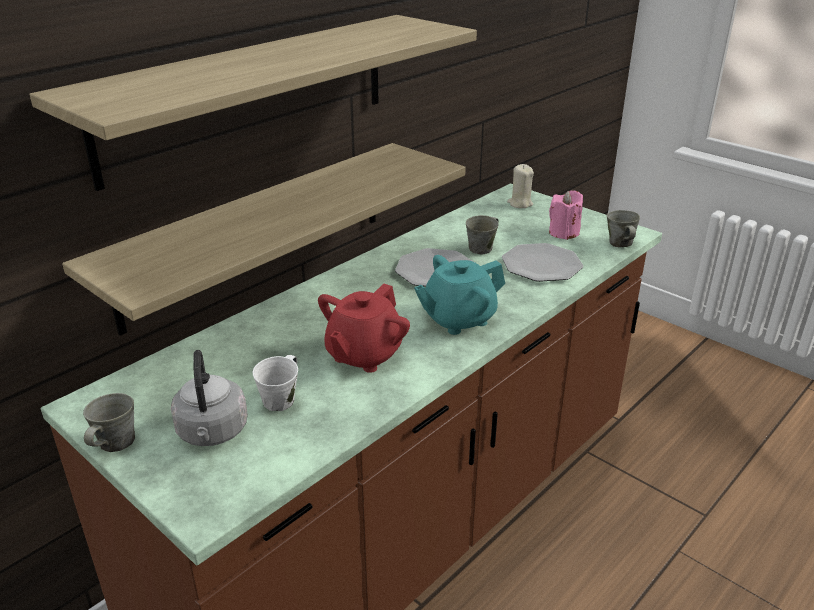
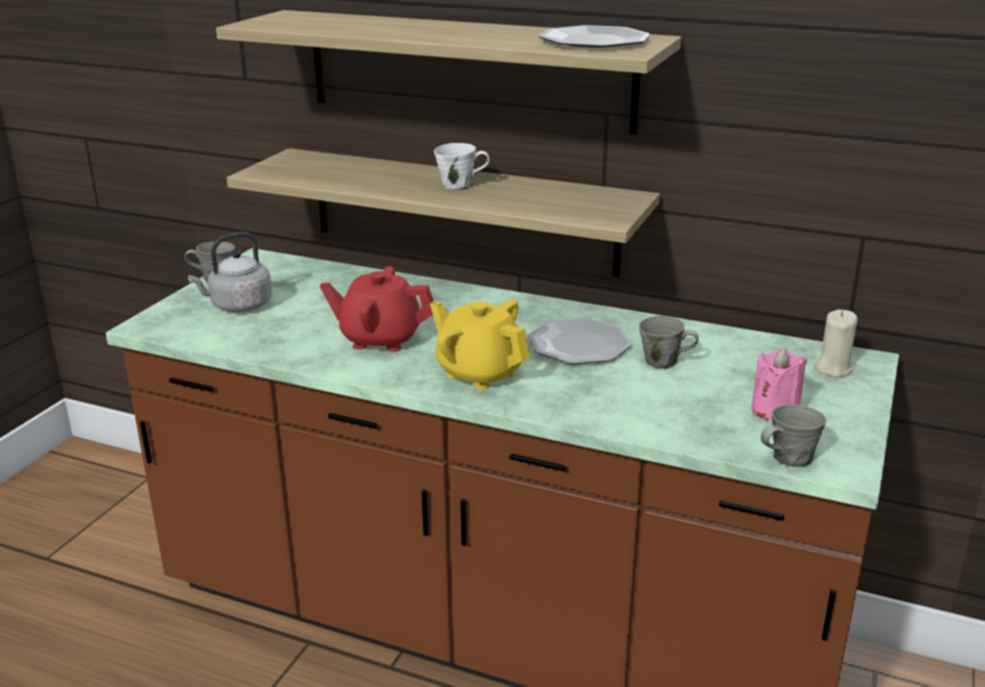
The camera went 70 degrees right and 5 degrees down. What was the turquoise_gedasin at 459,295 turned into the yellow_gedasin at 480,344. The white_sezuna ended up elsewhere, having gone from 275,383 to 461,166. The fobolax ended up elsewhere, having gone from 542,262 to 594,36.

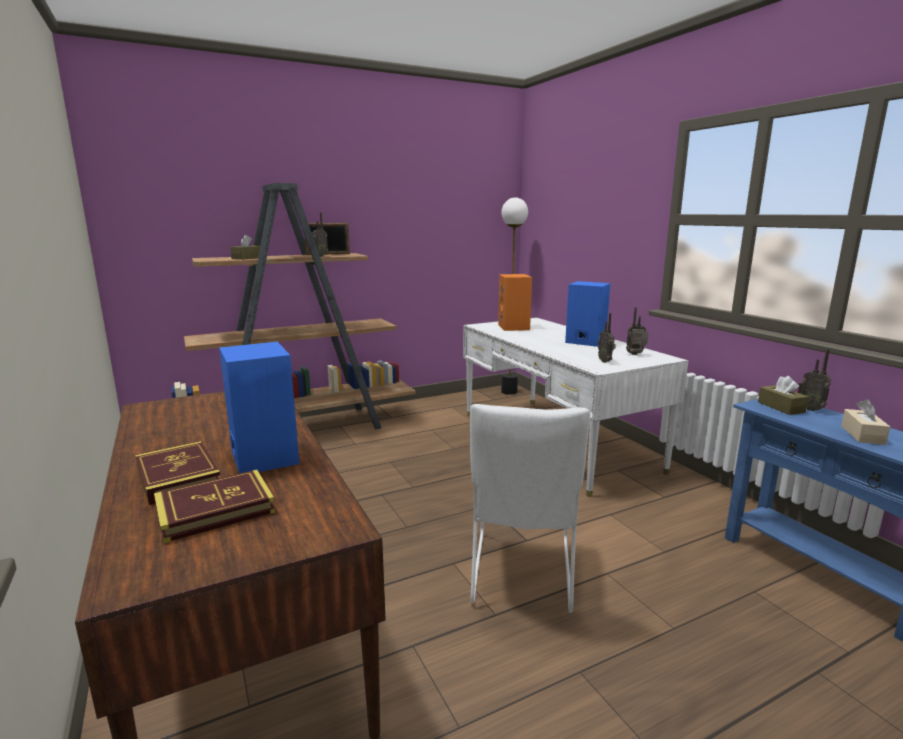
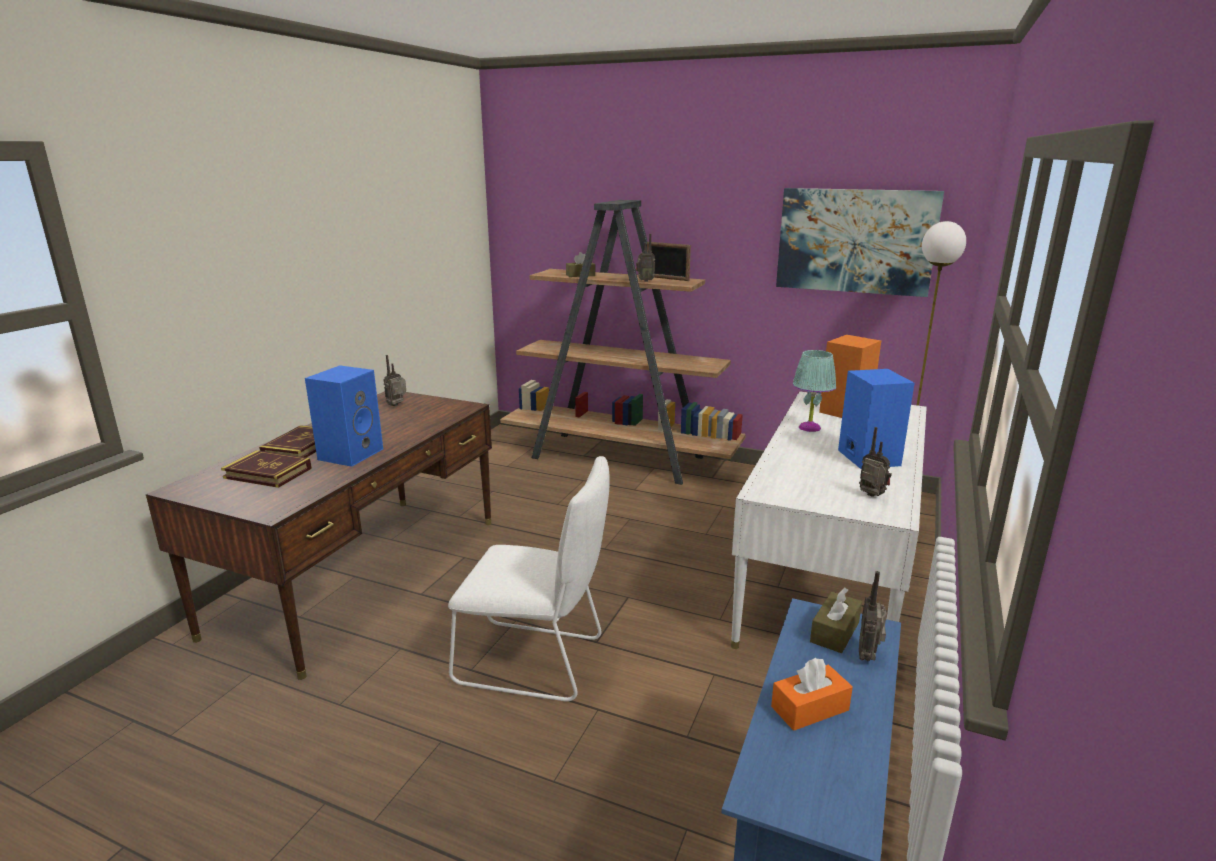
The camera went 50 degrees right and 5 degrees up. The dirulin ended up elsewhere, having gone from 607,338 to 395,380. The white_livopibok at 530,508 ended up facing another way, 135 degrees counterclockwise from before. What was the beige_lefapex at 865,422 turned into the orange_lefapex at 812,694. The second view gained the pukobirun at 860,242. The second view gained the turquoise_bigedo at 814,391.

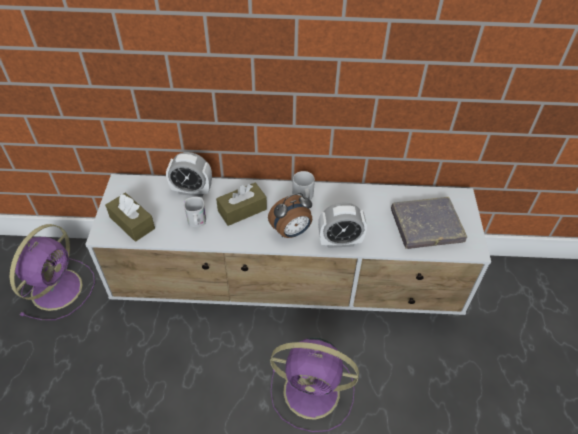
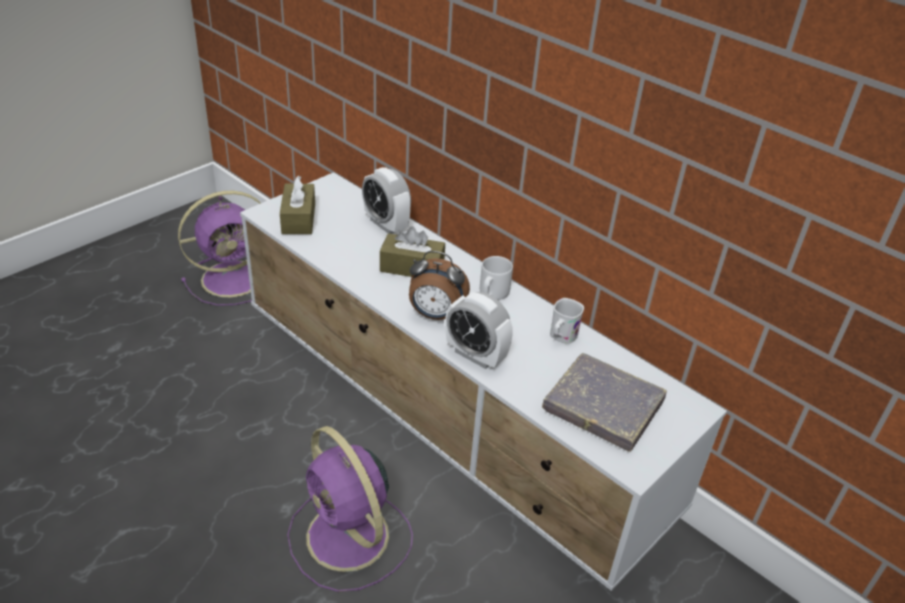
The camera went 40 degrees right and 10 degrees down. The white_sezuna ended up elsewhere, having gone from 195,212 to 567,321.

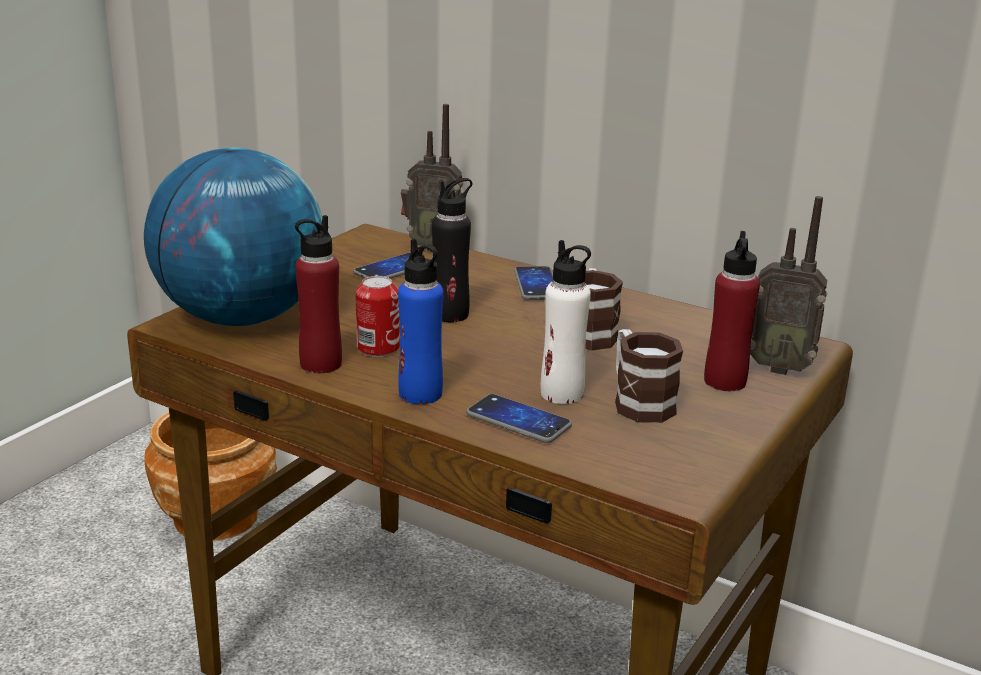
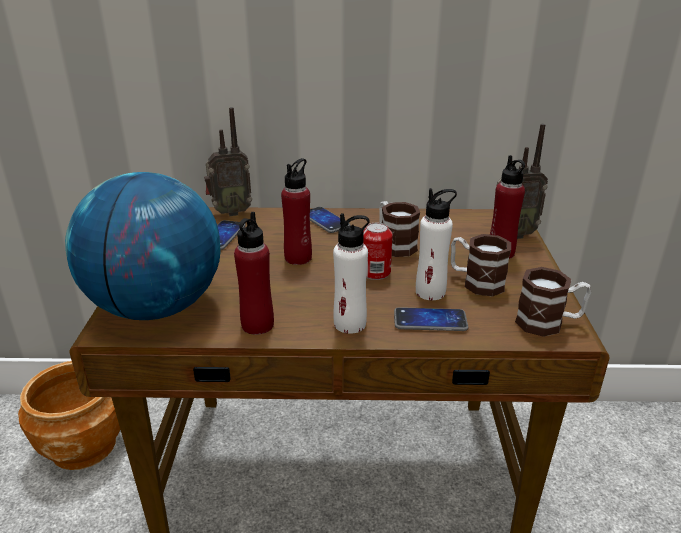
The camera went 30 degrees left and 5 degrees up. What was the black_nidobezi at 452,250 turned into the red_nidobezi at 296,211. What was the blue_nidobezi at 421,321 turned into the white_nidobezi at 351,273. The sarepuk ended up elsewhere, having gone from 377,316 to 378,251. The second view gained the sezuna at 553,302.

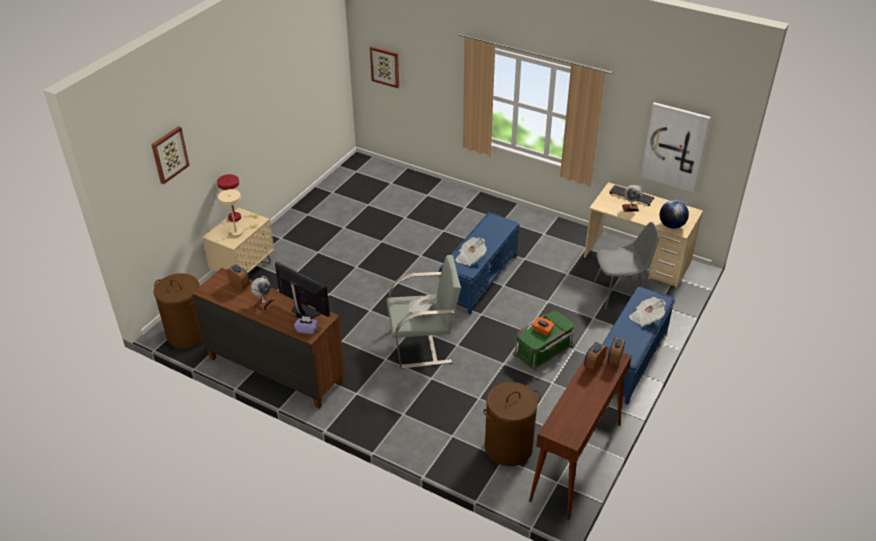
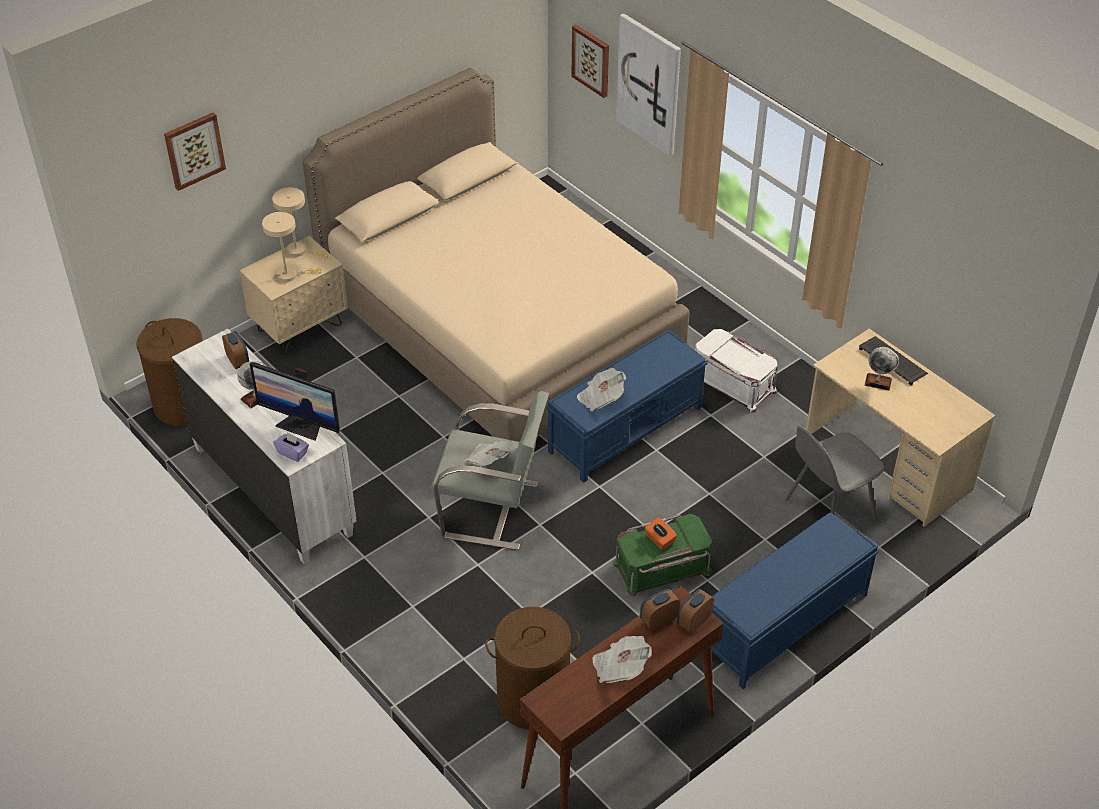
The camera went 20 degrees right and 5 degrees up. What was the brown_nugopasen at 268,338 turned into the white_nugopasen at 264,447. The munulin at 302,290 ended up facing another way, 150 degrees clockwise from before. What was the red_bigedo at 237,198 turned into the beige_bigedo at 300,223. The second view gained the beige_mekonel at 496,255. The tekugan ended up elsewhere, having gone from 647,312 to 622,659. The pukobirun ended up elsewhere, having gone from 676,147 to 648,85. The second view gained the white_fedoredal at 736,371. The grey_livopibok at 626,266 ended up facing another way, 135 degrees clockwise from before. The second view lost the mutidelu at 674,214.

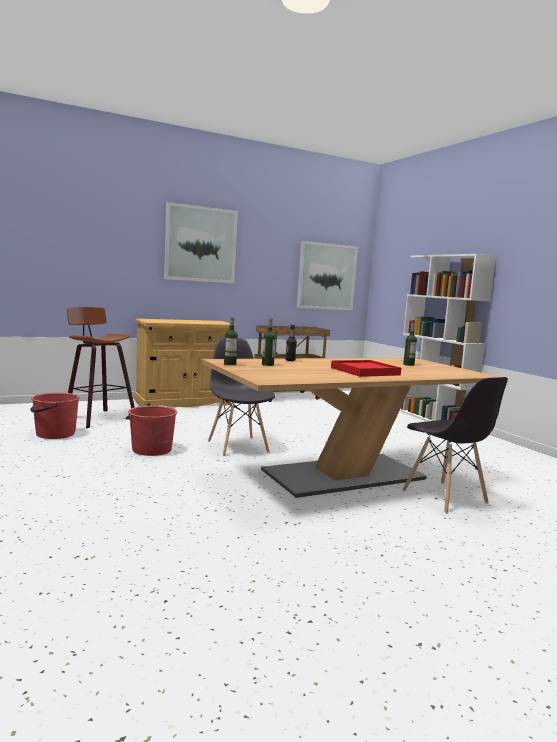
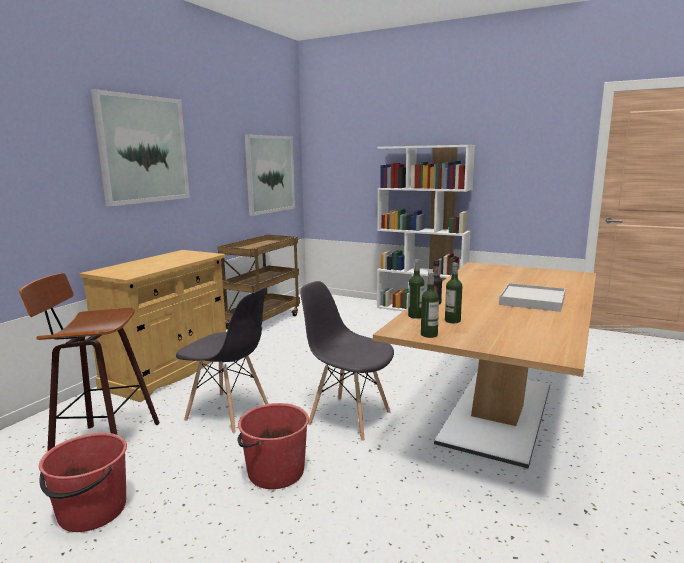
The camera went 35 degrees left and 5 degrees up. The grey_livopibok ended up elsewhere, having gone from 455,445 to 222,360. The nidobezi ended up elsewhere, having gone from 410,345 to 416,289. What was the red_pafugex at 366,368 turned into the white_pafugex at 532,297.

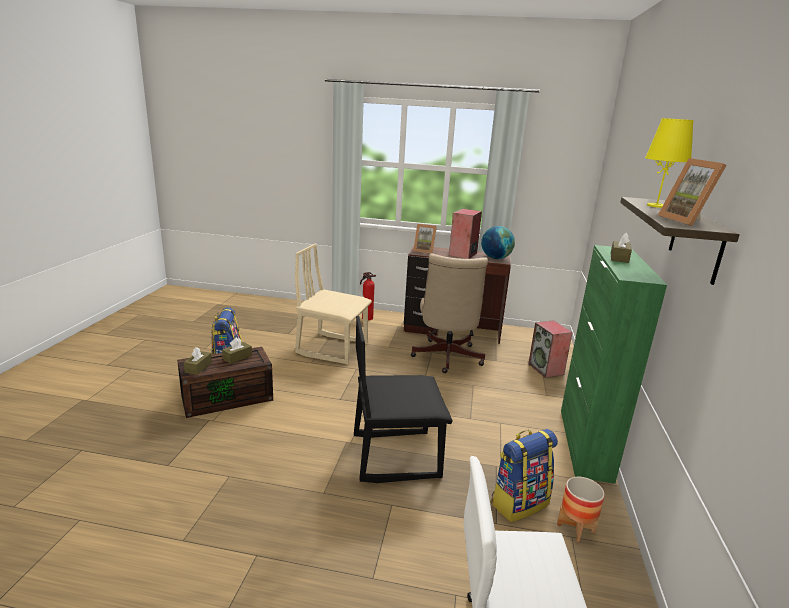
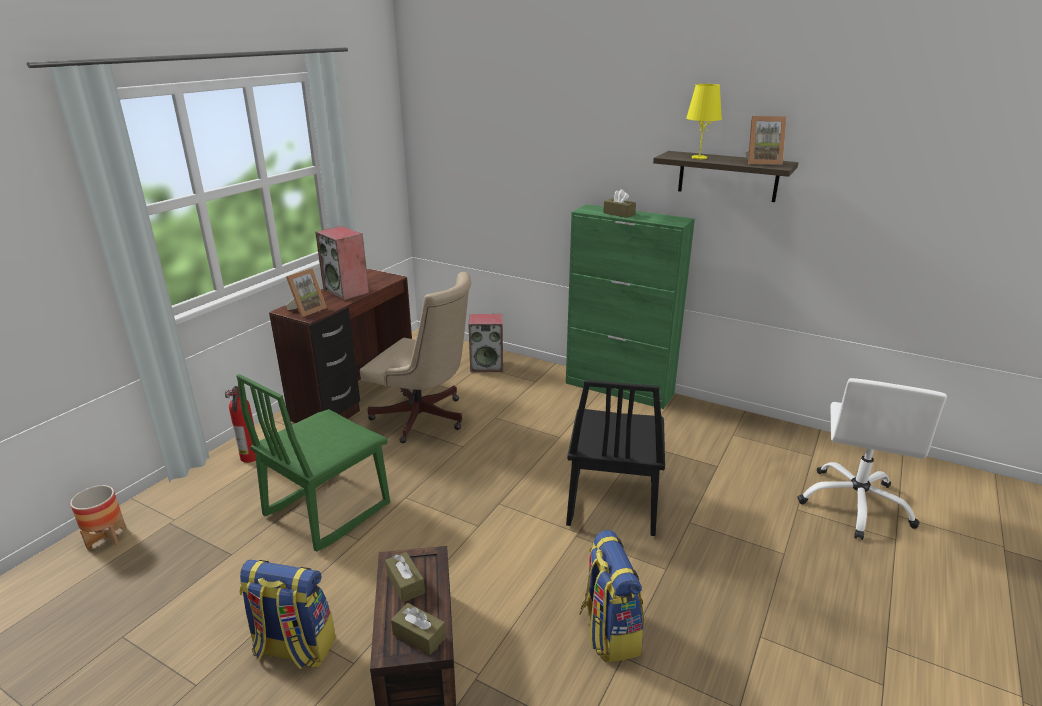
The camera went 70 degrees left and 5 degrees up. The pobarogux ended up elsewhere, having gone from 581,509 to 98,517. What was the beige_livopibok at 333,304 turned into the green_livopibok at 313,463. The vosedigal ended up elsewhere, having gone from 524,475 to 611,596. The second view lost the mutidelu at 498,242.

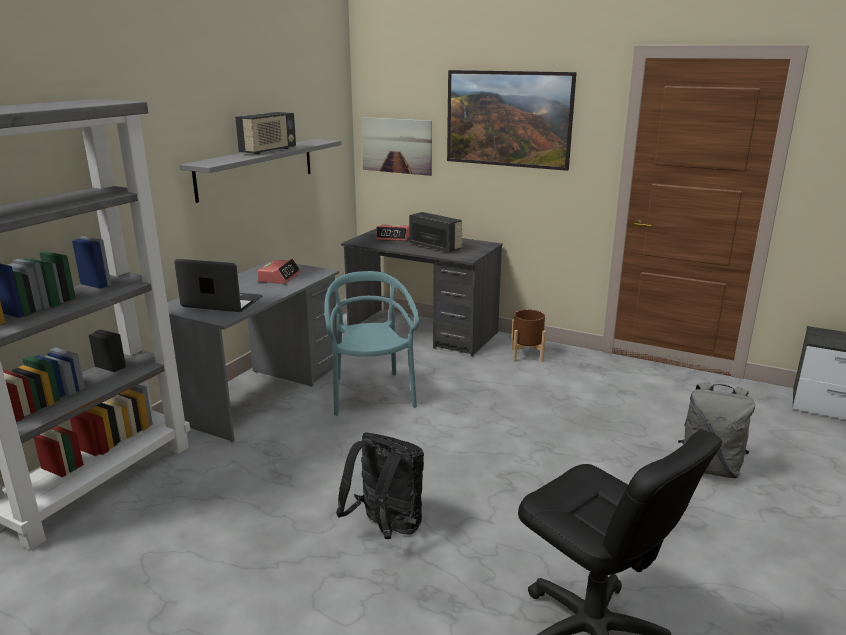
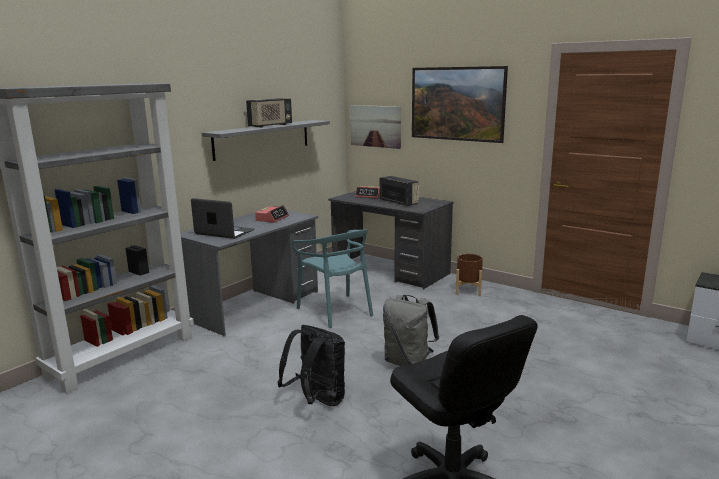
The camera went 10 degrees right and 5 degrees down. The turquoise_livopibok at 371,343 ended up facing another way, 150 degrees clockwise from before. The grey_vosedigal ended up elsewhere, having gone from 716,430 to 411,330.

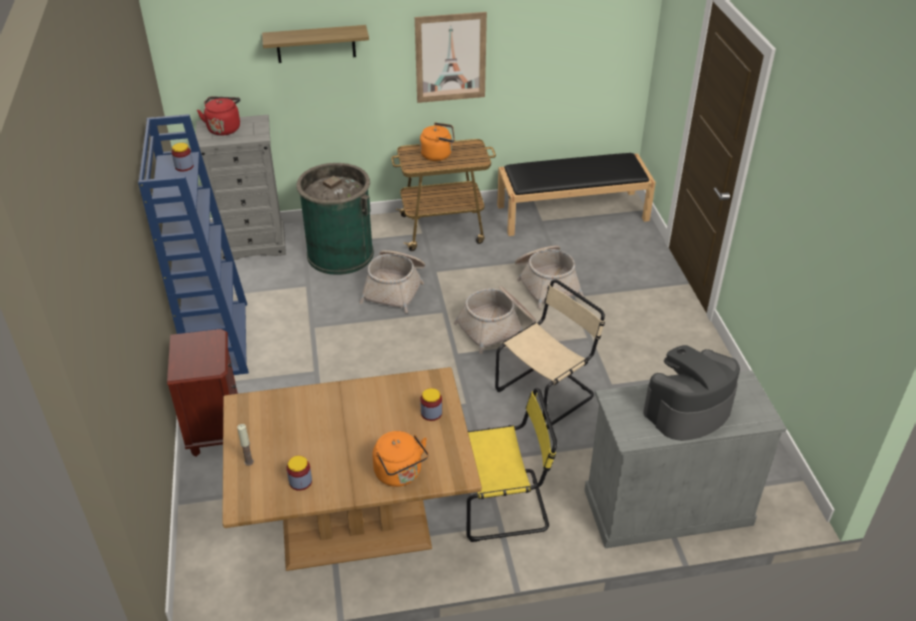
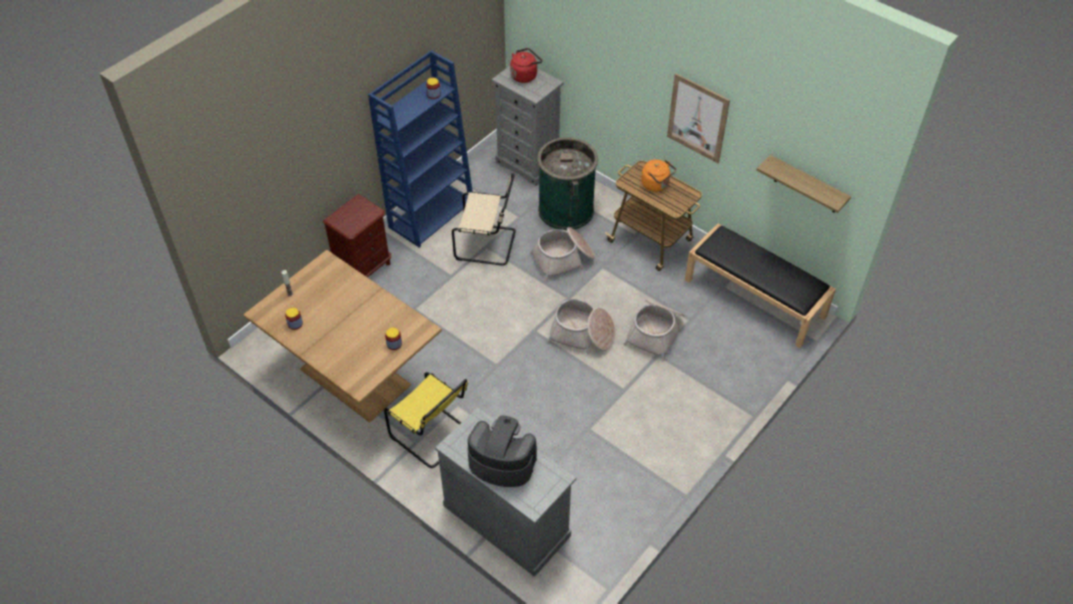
The camera went 50 degrees right and 10 degrees up. The beige_livopibok ended up elsewhere, having gone from 550,354 to 484,219. The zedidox ended up elsewhere, having gone from 315,44 to 803,184. The second view lost the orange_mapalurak at 400,459.

